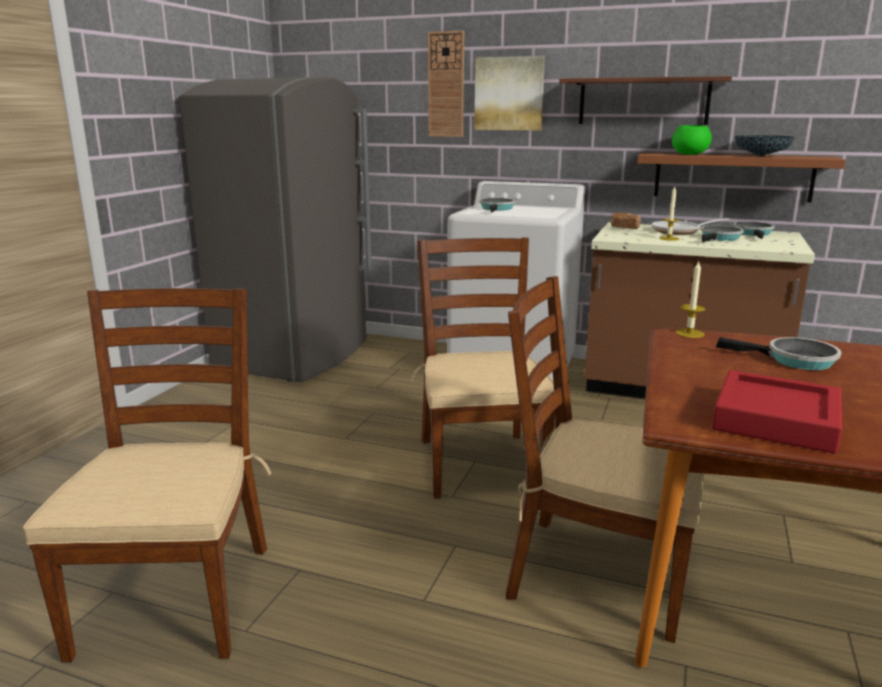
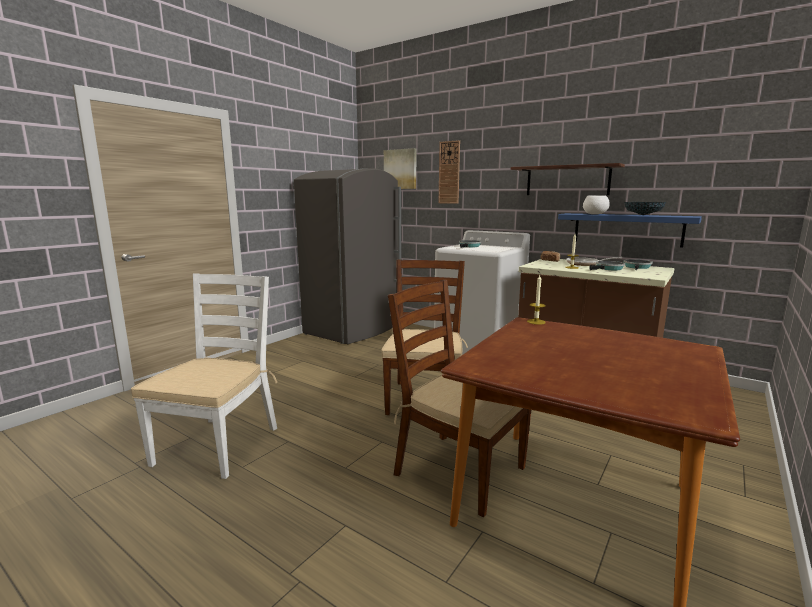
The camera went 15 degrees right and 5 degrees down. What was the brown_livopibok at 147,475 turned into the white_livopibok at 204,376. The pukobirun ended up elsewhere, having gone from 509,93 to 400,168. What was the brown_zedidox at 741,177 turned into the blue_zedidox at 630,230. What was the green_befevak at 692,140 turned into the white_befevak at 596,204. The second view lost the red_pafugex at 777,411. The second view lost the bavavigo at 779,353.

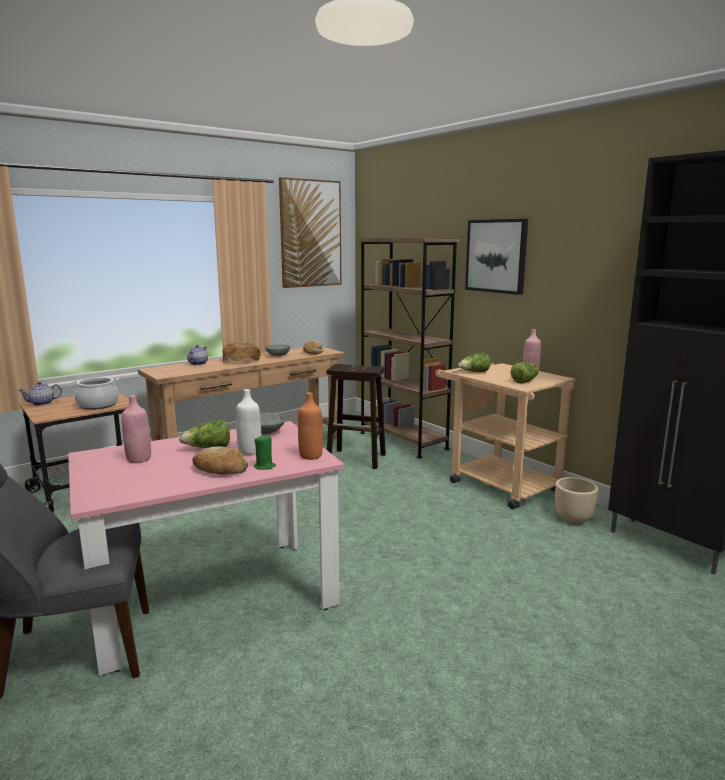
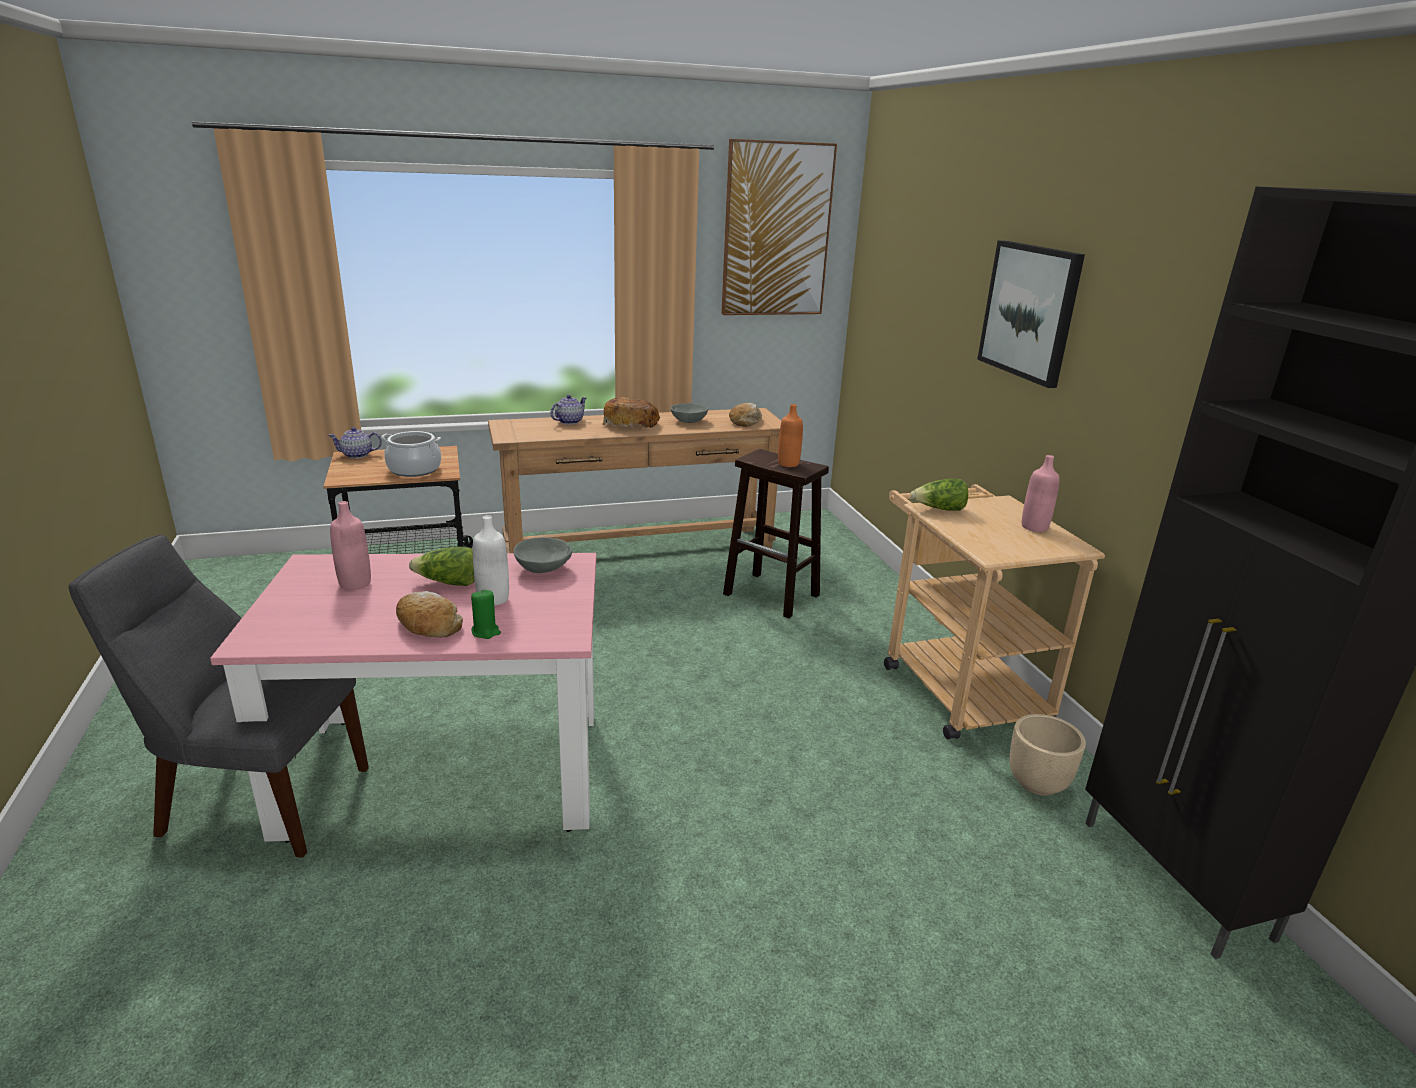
The camera went 20 degrees right and 10 degrees up. The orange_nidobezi ended up elsewhere, having gone from 310,426 to 790,435. The second view lost the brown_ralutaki at 409,348. The second view lost the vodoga at 525,373.

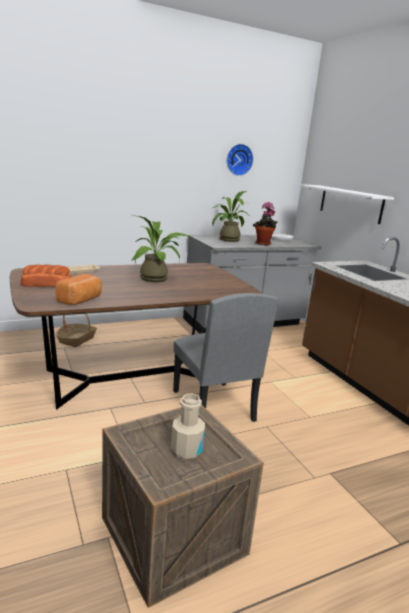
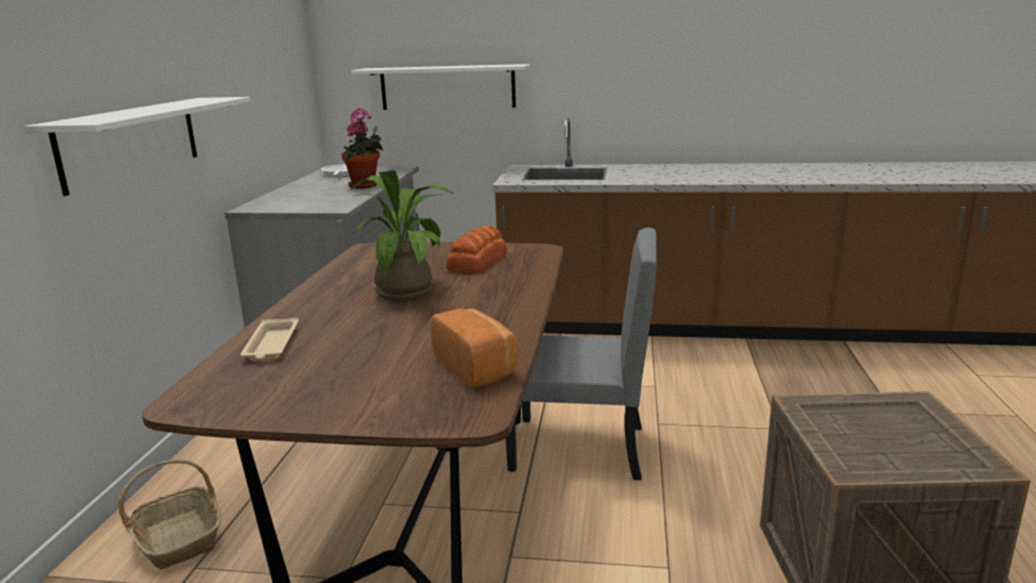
The camera went 55 degrees left and 0 degrees up. The second view gained the white_zedidox at 137,146. The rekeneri ended up elsewhere, having gone from 46,275 to 477,249. The second view lost the beige_nidobezi at 188,426. The second view lost the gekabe at 229,216. The second view lost the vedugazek at 240,160.

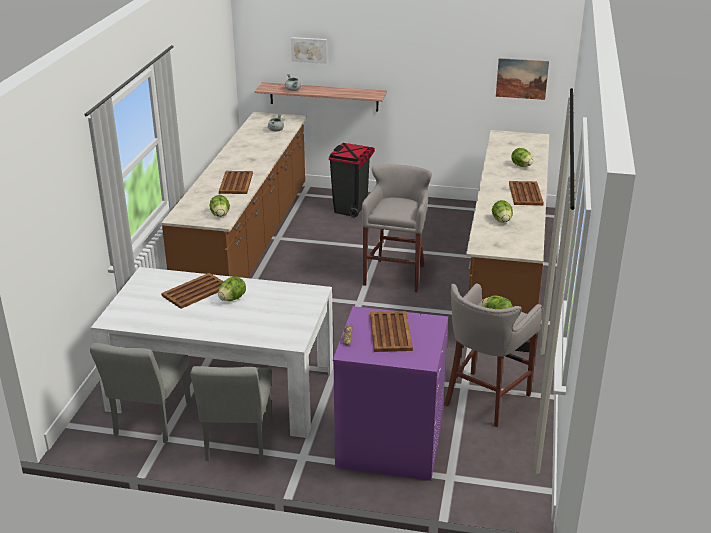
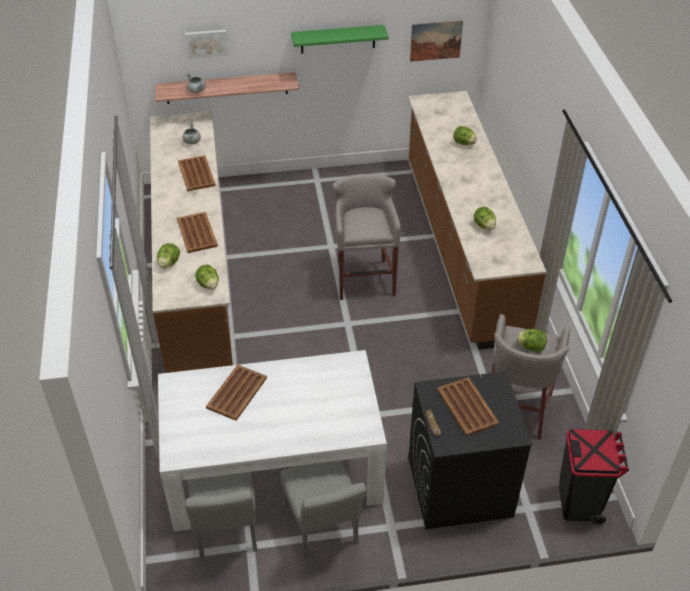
The camera went 20 degrees left and 15 degrees up. The vodoga ended up elsewhere, having gone from 232,288 to 168,255. The brown_pafugex ended up elsewhere, having gone from 526,193 to 197,173. The second view gained the green_zedidox at 340,39. What was the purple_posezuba at 390,393 turned into the black_posezuba at 470,450. The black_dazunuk ended up elsewhere, having gone from 352,180 to 594,476.

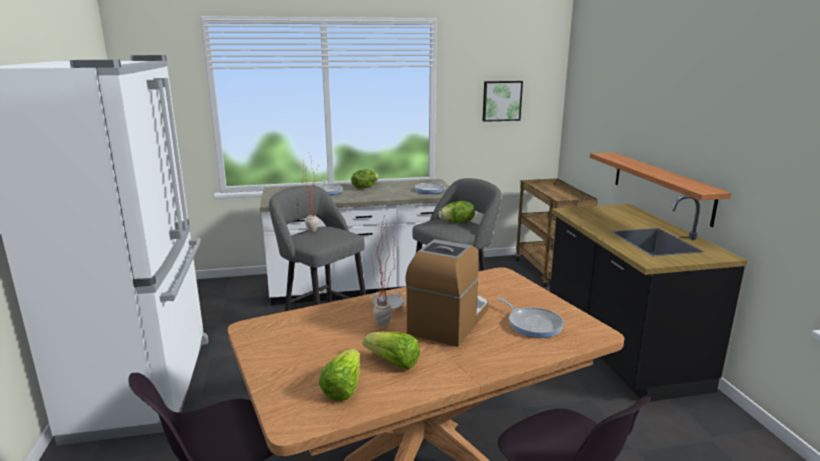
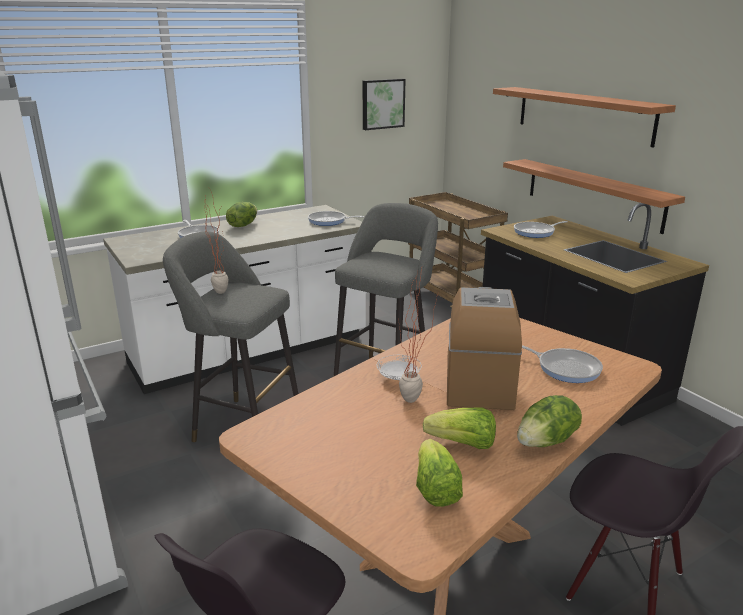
The camera went 20 degrees left and 5 degrees up. The second view gained the zedidox at 584,117. The second view gained the bavavigo at 540,229. The vodoga ended up elsewhere, having gone from 457,212 to 549,421.

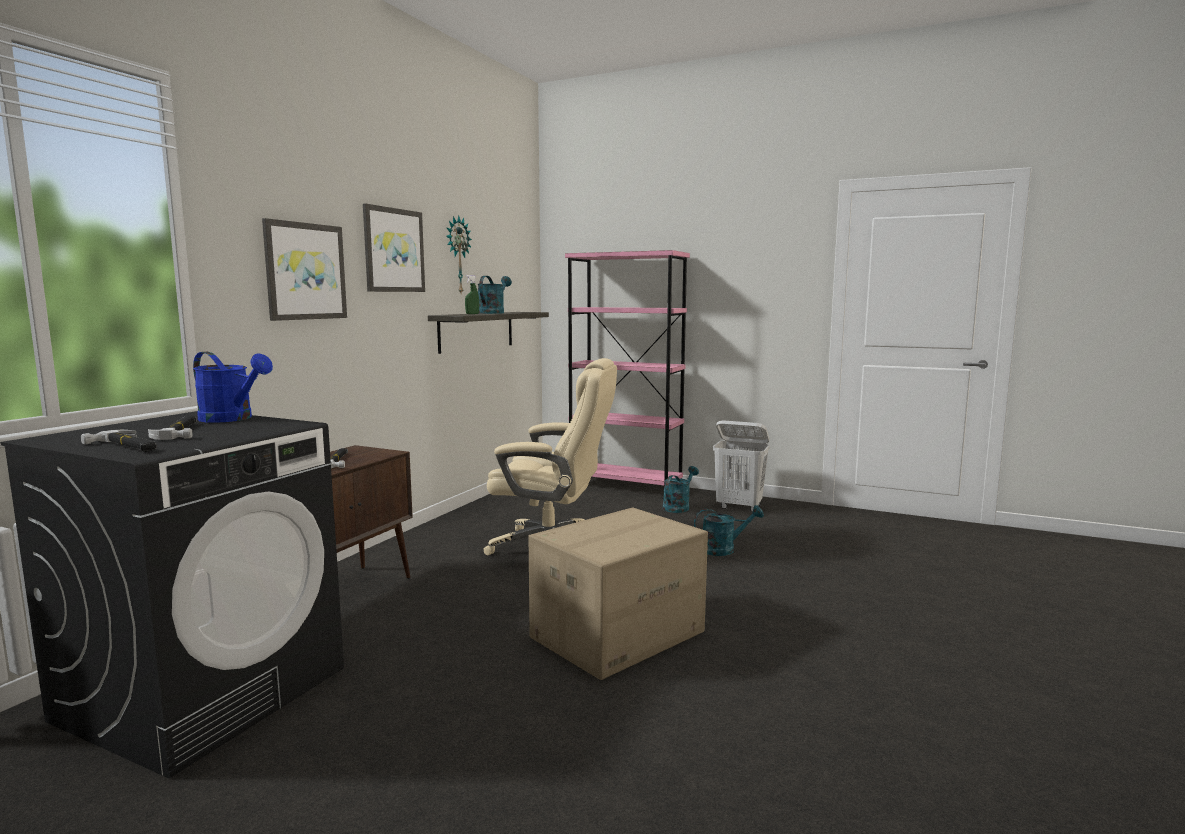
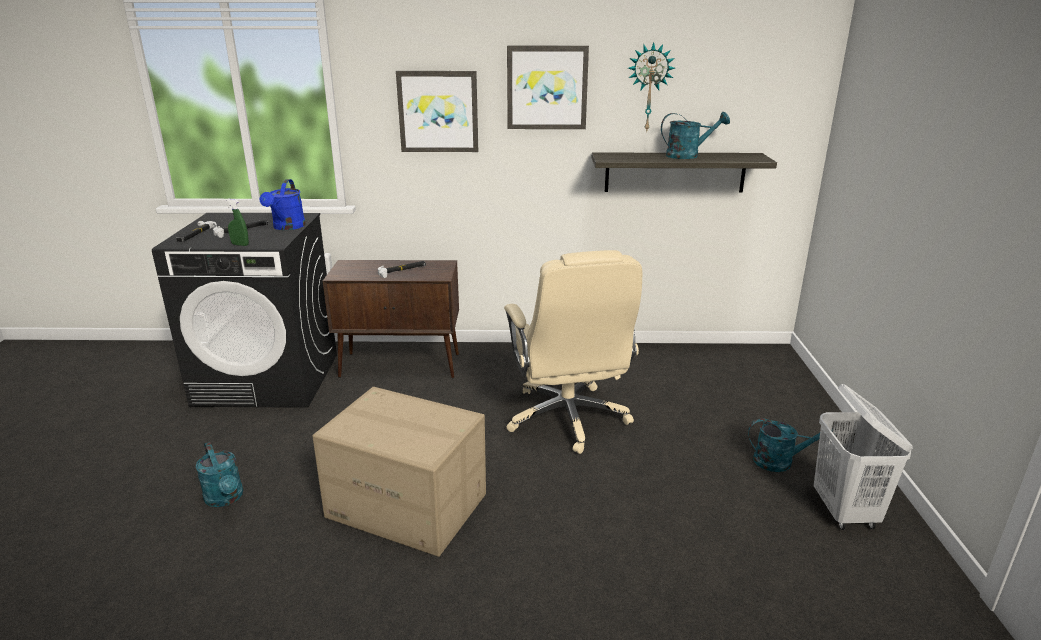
The camera went 65 degrees right and 15 degrees up. The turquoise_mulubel ended up elsewhere, having gone from 729,530 to 219,474. The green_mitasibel ended up elsewhere, having gone from 472,294 to 237,222. The second view lost the pink_ralutaki at 627,374.

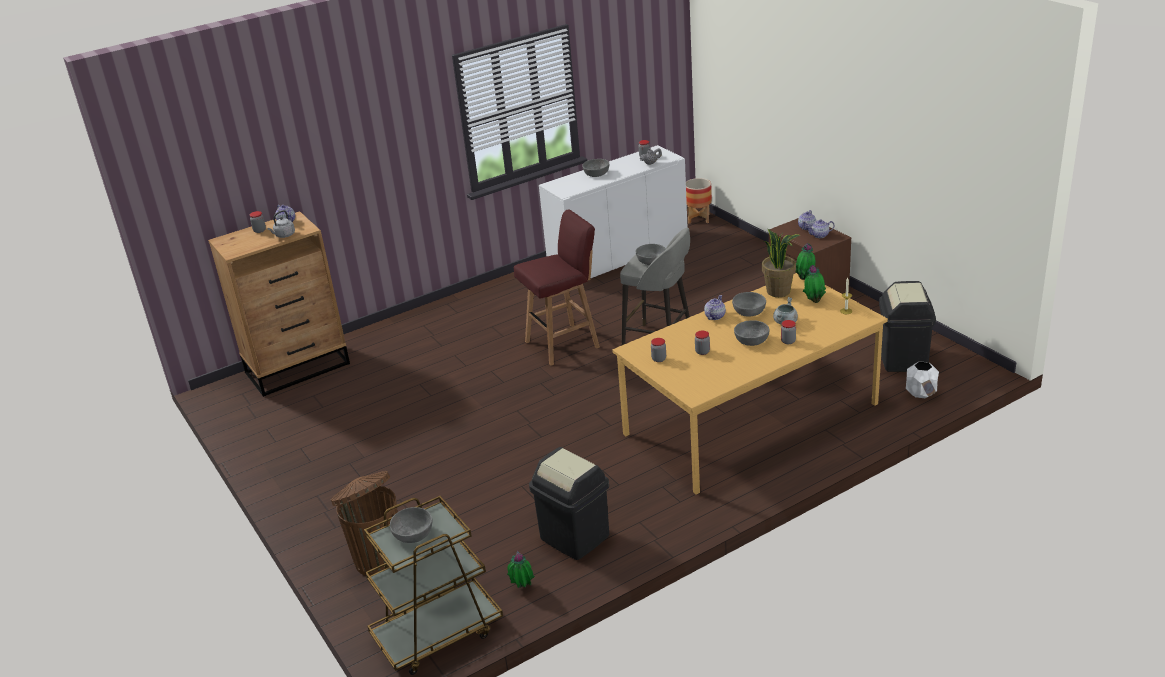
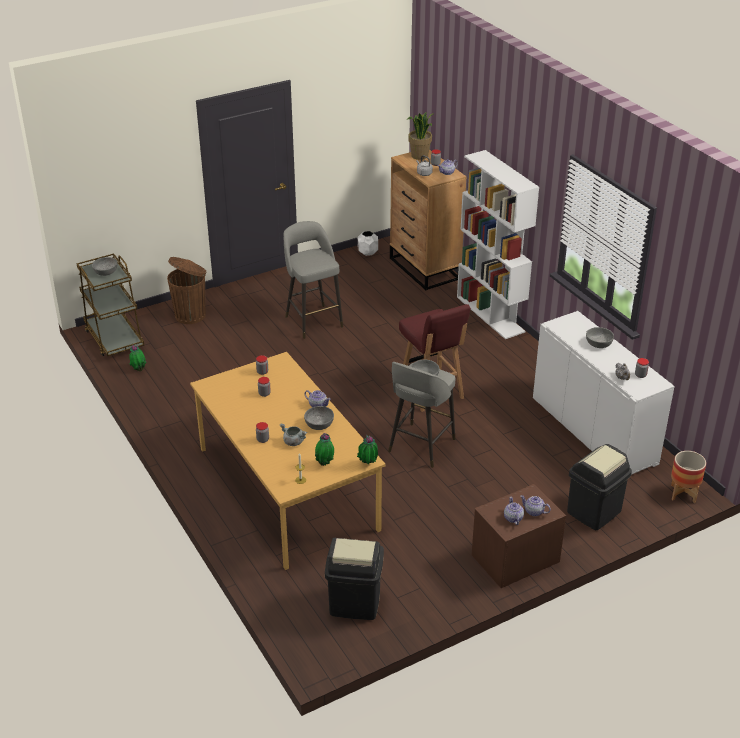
The camera went 90 degrees right and 5 degrees up. The second view gained the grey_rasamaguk at 313,280. The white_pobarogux ended up elsewhere, having gone from 922,379 to 367,243. The gekabe ended up elsewhere, having gone from 781,263 to 420,136. The second view gained the white_ralutaki at 498,244. The black_dazunuk ended up elsewhere, having gone from 569,503 to 599,487. The second view lost the grey_befevak at 751,333.

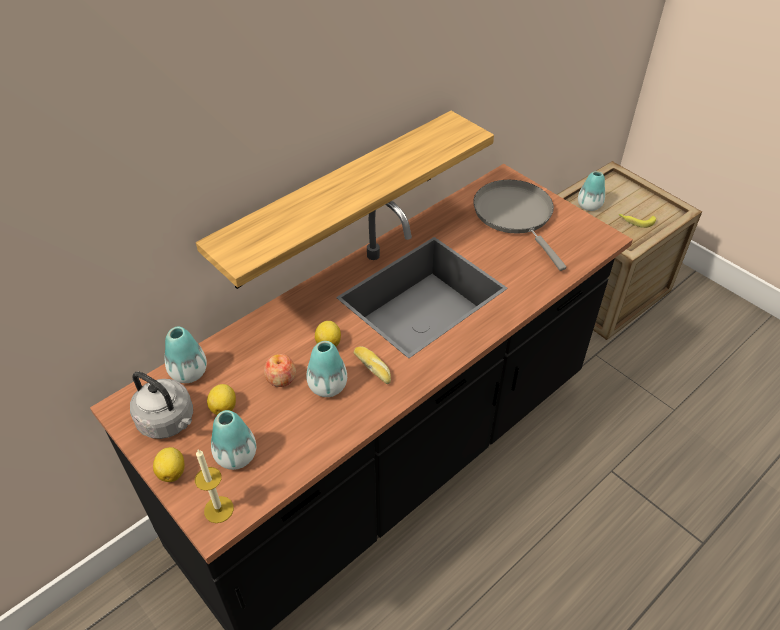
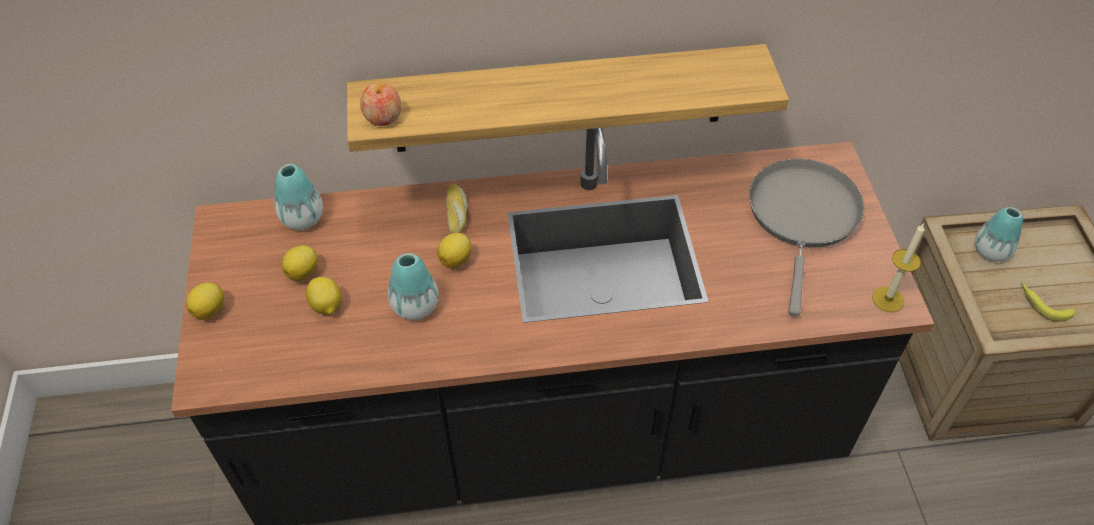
The camera went 35 degrees right and 5 degrees up. The second view gained the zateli at 323,296. The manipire ended up elsewhere, having gone from 280,370 to 381,104. The rekeneri ended up elsewhere, having gone from 372,365 to 457,209. The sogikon ended up elsewhere, having gone from 214,486 to 898,267. The second view lost the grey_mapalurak at 161,405. The second view lost the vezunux at 233,440.

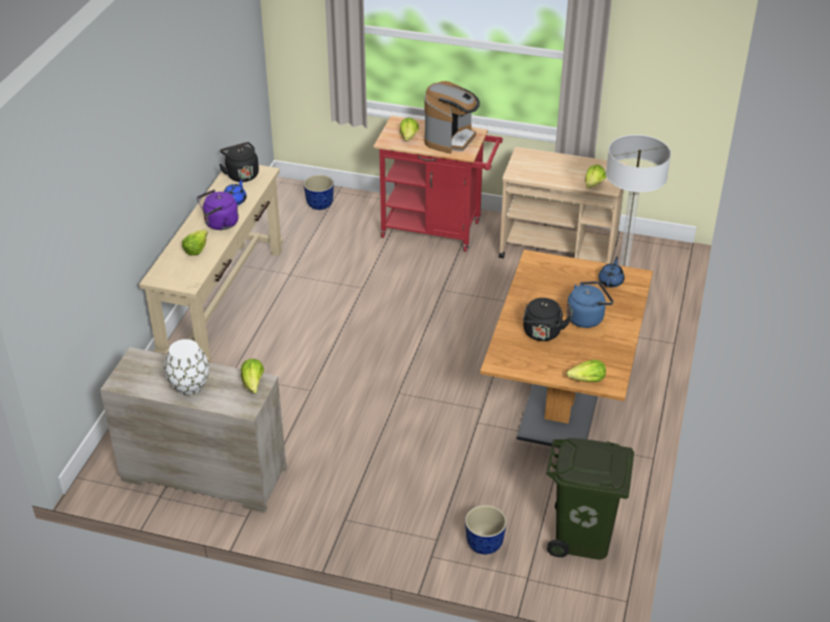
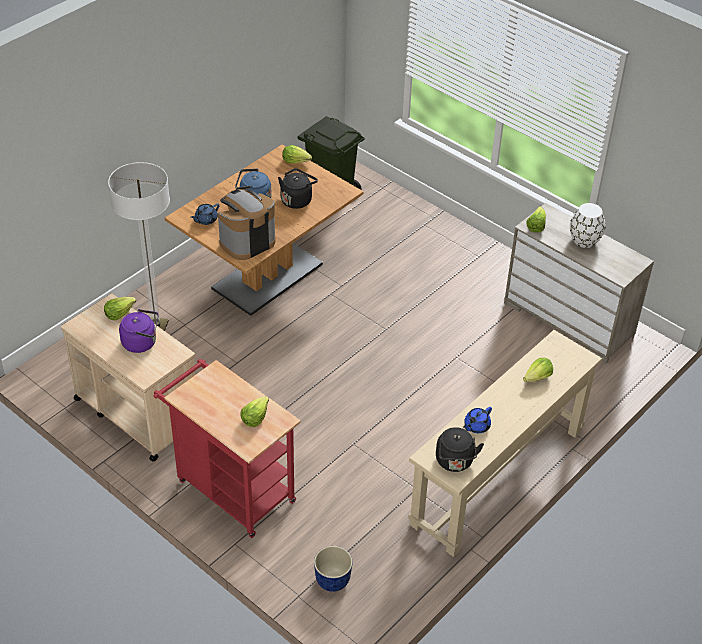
The camera went 155 degrees left and 5 degrees up. The purple_mapalurak ended up elsewhere, having gone from 218,209 to 138,331. The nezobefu ended up elsewhere, having gone from 452,117 to 246,224. The second view lost the pobarogux at 486,530.

